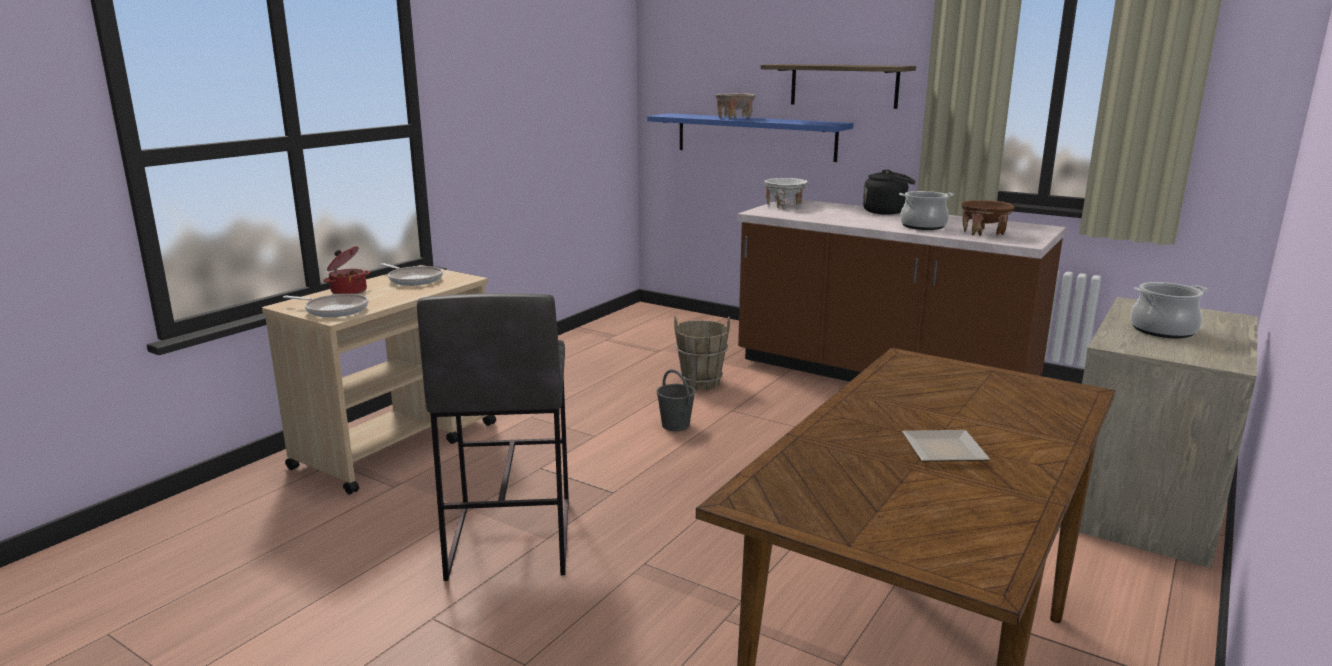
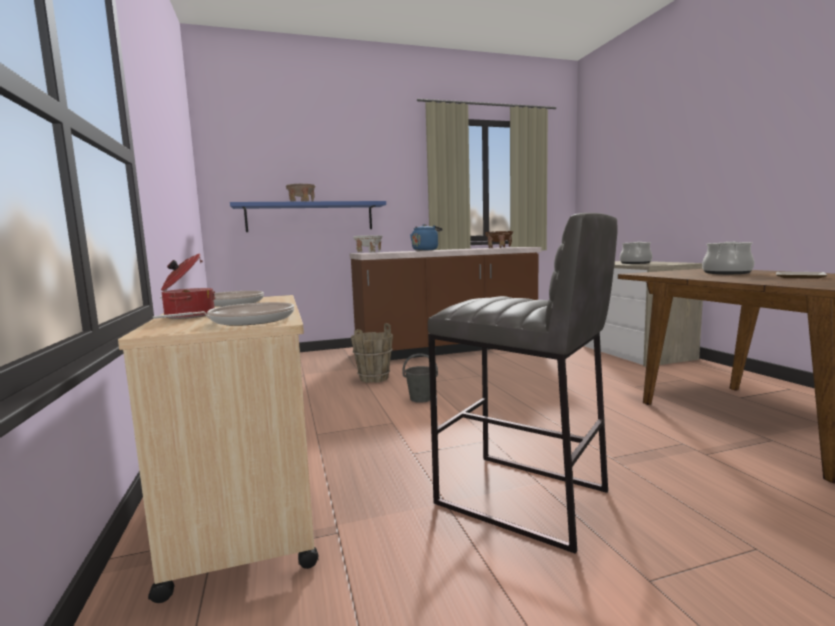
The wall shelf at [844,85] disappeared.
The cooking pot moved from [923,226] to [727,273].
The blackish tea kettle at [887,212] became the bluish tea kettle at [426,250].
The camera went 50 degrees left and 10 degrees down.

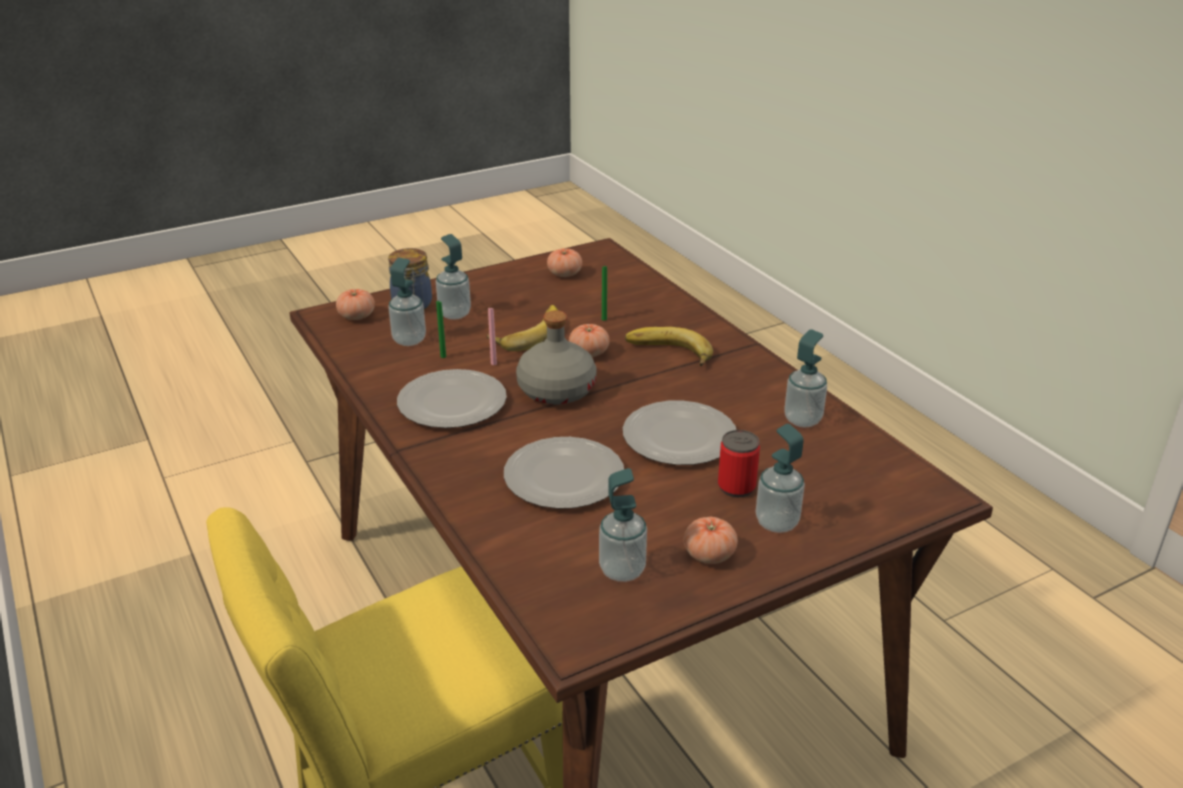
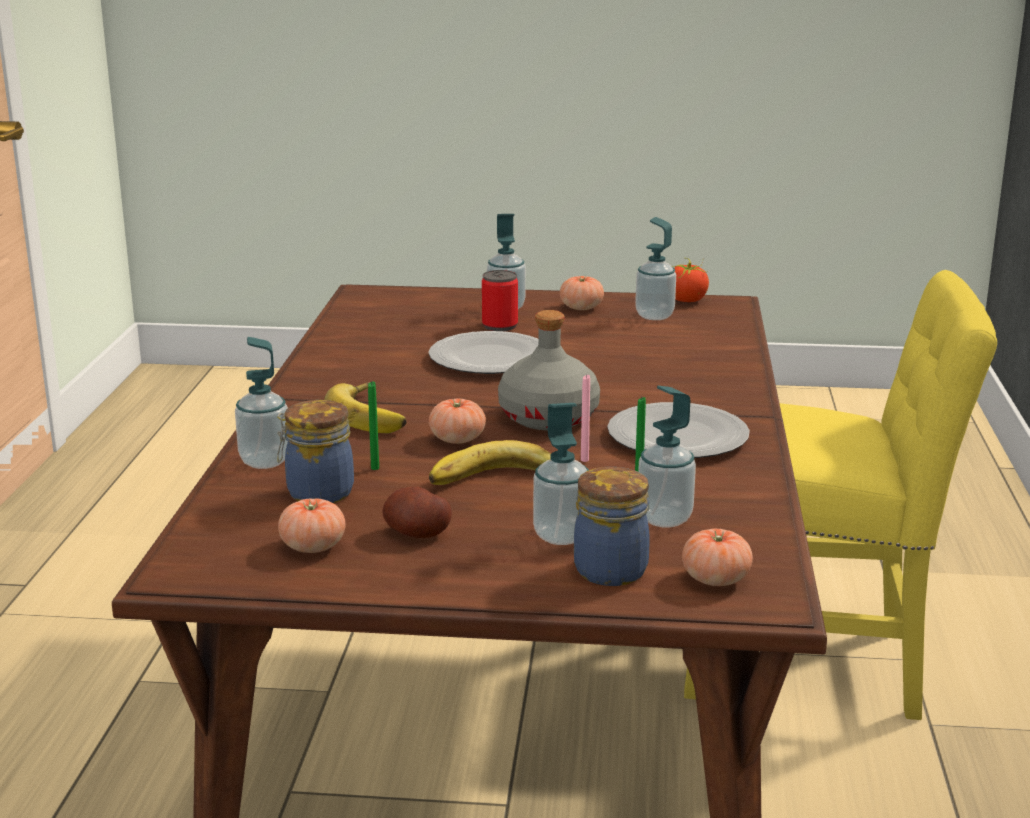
The plate at [563,476] disappeared.
The jar at [317,493] appeared.
The spud at [417,533] appeared.
The tomato at [687,300] appeared.
The soap bottle moved from [802,420] to [265,461].
The camera went 145 degrees left and 10 degrees down.

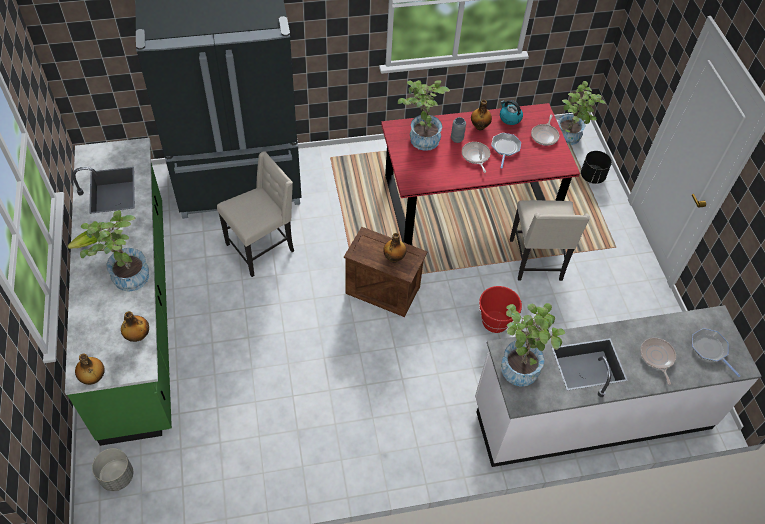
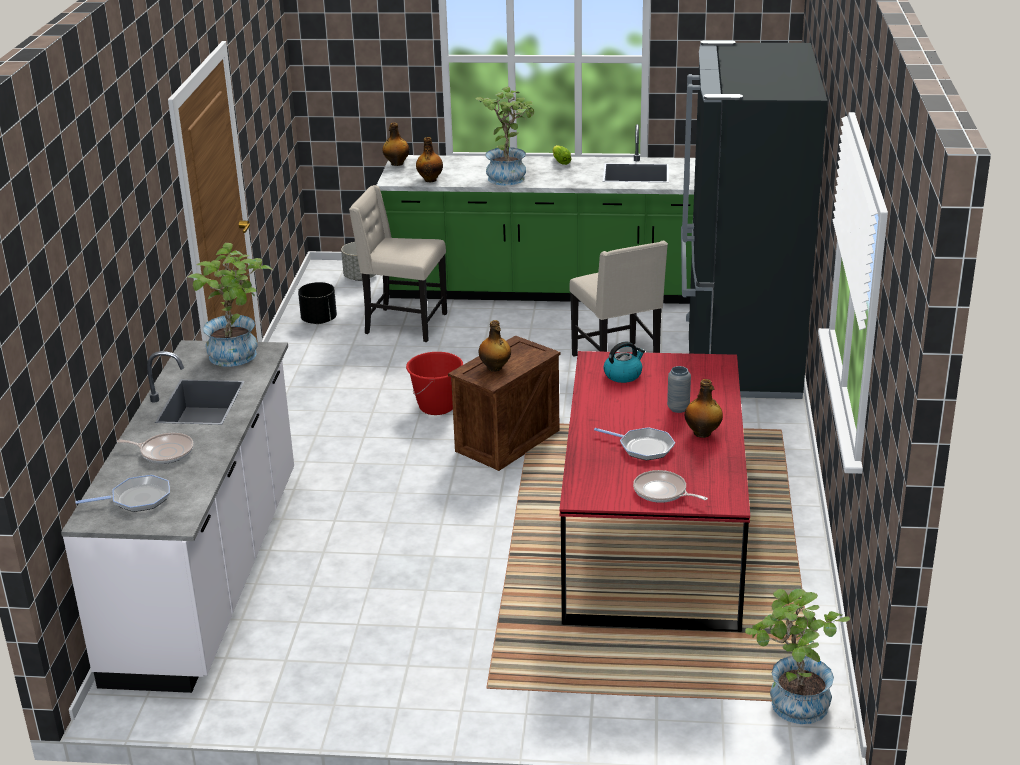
The houseplant at [420,137] disappeared.
The frying pan at [475,156] disappeared.
The reddish pail moved from [495,322] to [437,406].
The tea kettle moved from [509,118] to [623,375].
The sand-coloured upright chair moved from [537,261] to [403,324].
The blackish flower pot moved from [592,176] to [319,320].
The camera went 110 degrees right and 25 degrees down.

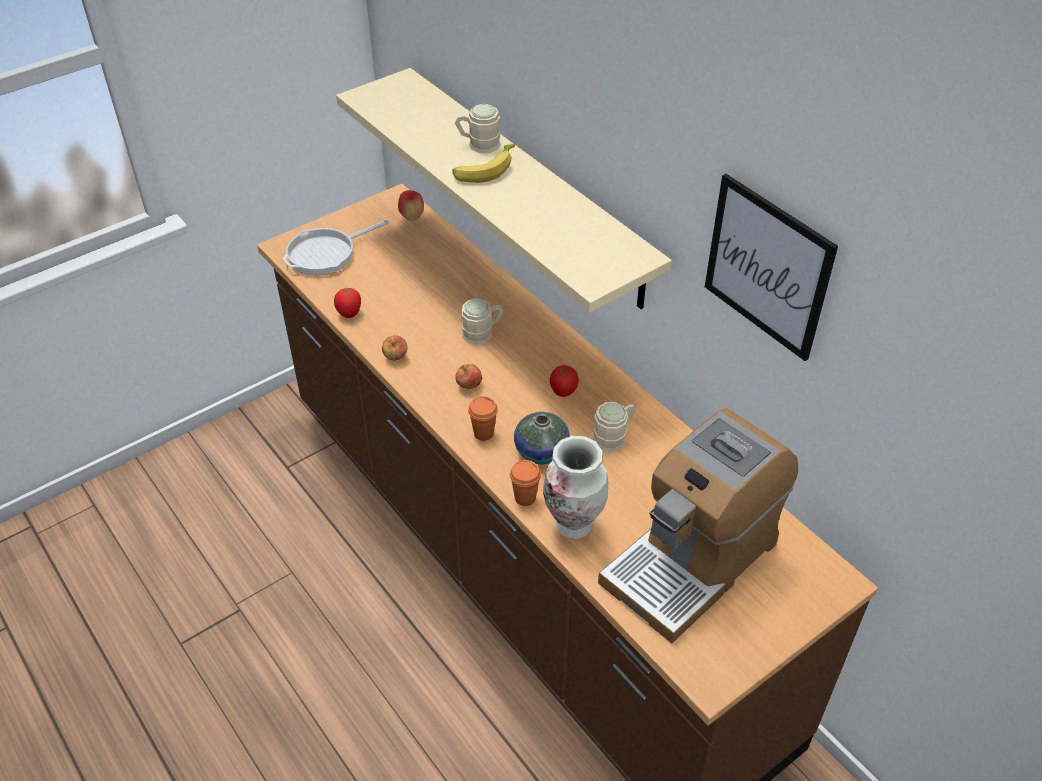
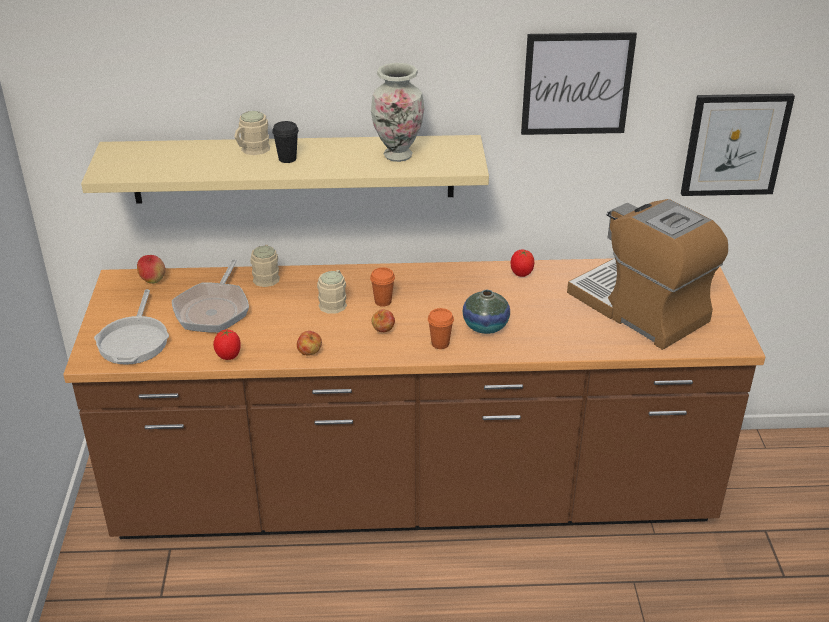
The frying pan at [214,309] appeared.
The wall picture at [735,144] appeared.
The orange drinking cup moved from [525,498] to [383,301].
The flower vase moved from [574,526] to [398,155].
The tomato moved from [563,392] to [521,274].
The sand-coloured tea mug moved from [614,436] to [266,276].
The banana at [484,170] was replaced by the blackish drinking cup at [287,159].
The coffee maker at [691,561] turned 150 degrees clockwise.
The camera went 55 degrees left and 10 degrees down.

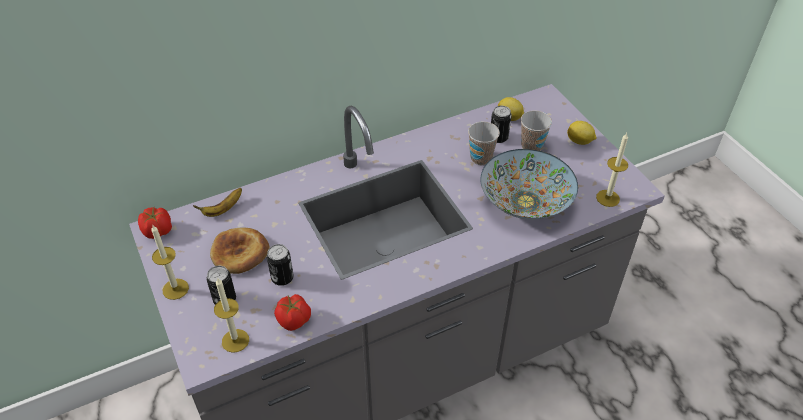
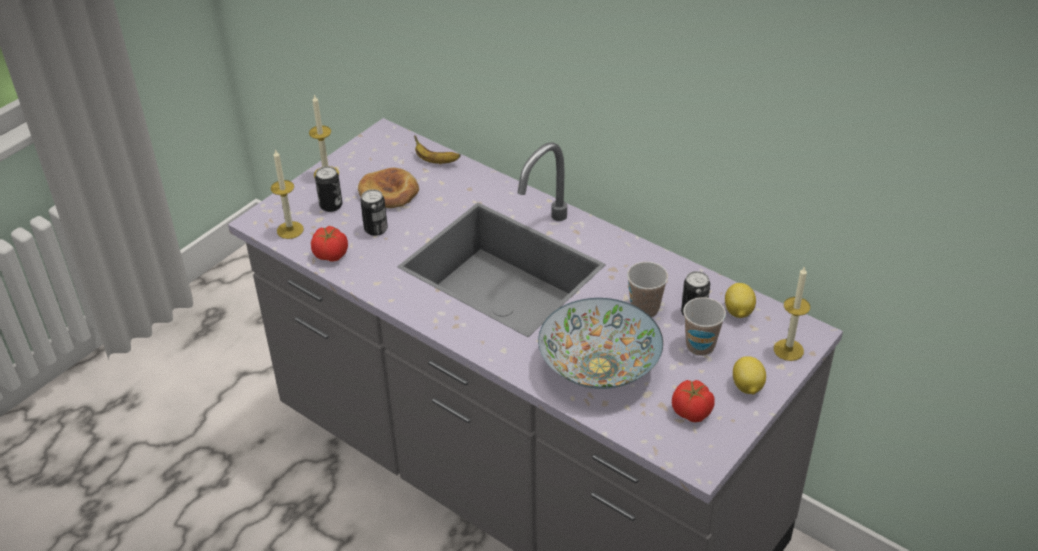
The tomato moved from [158,231] to [691,413].
The wax light moved from [608,198] to [788,350].
The camera went 65 degrees right and 5 degrees down.

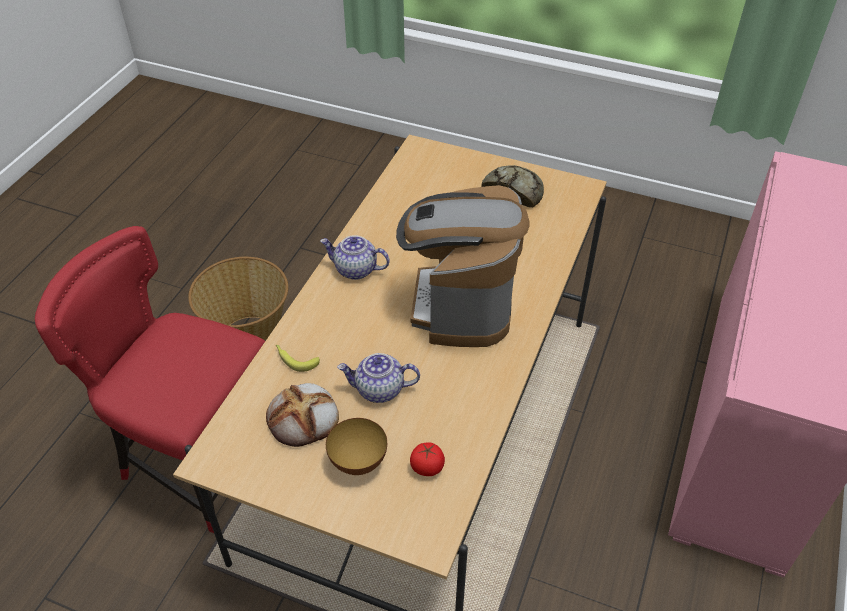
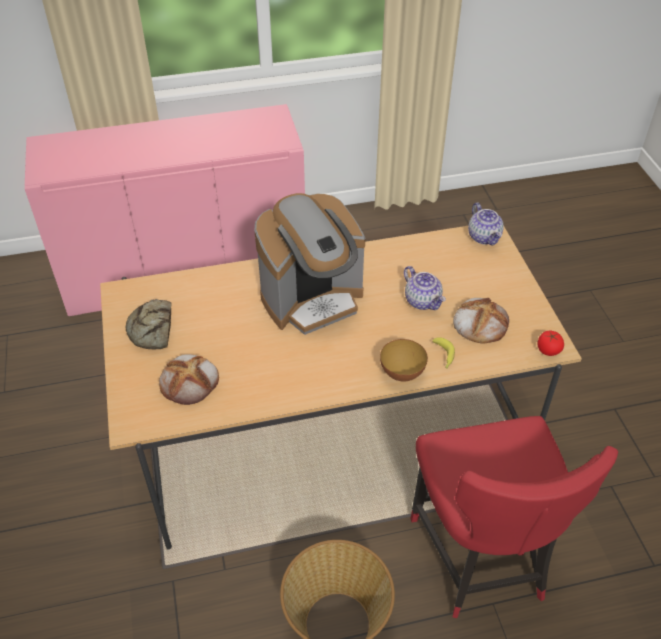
The bakery bread at [190,382] appeared.
The teapot moved from [355,270] to [484,237].
The bowl moved from [358,462] to [402,373].
The tomato moved from [427,467] to [548,350].
The camera went 125 degrees left and 0 degrees up.

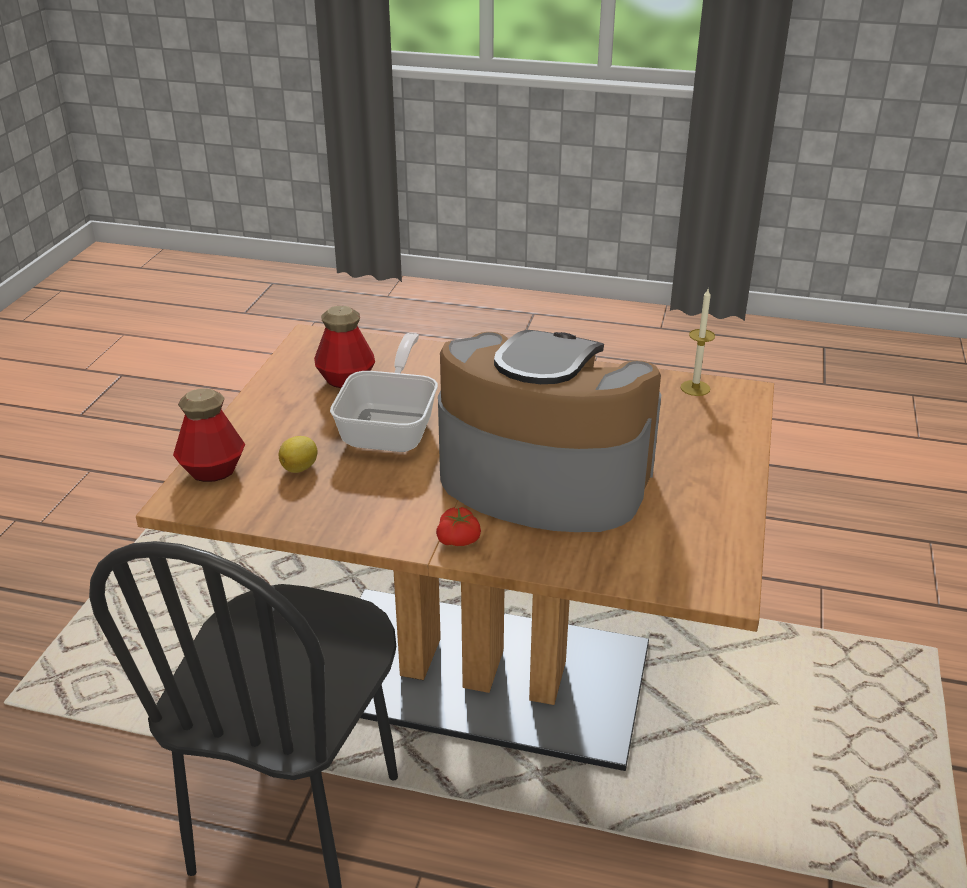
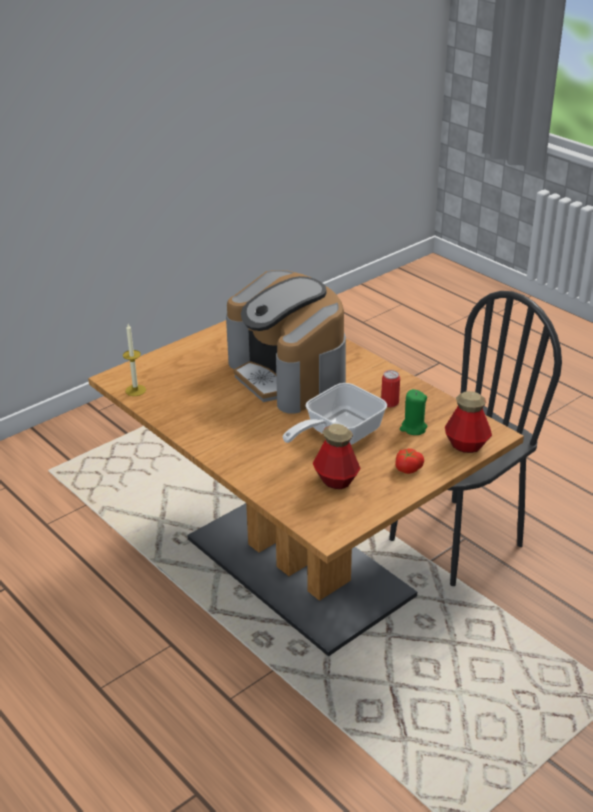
The sealed can at [389,402] appeared.
The tomato moved from [459,540] to [407,468].
The whole lemon at [300,468] was replaced by the greenish wax light at [413,428].
The camera went 145 degrees left and 0 degrees up.

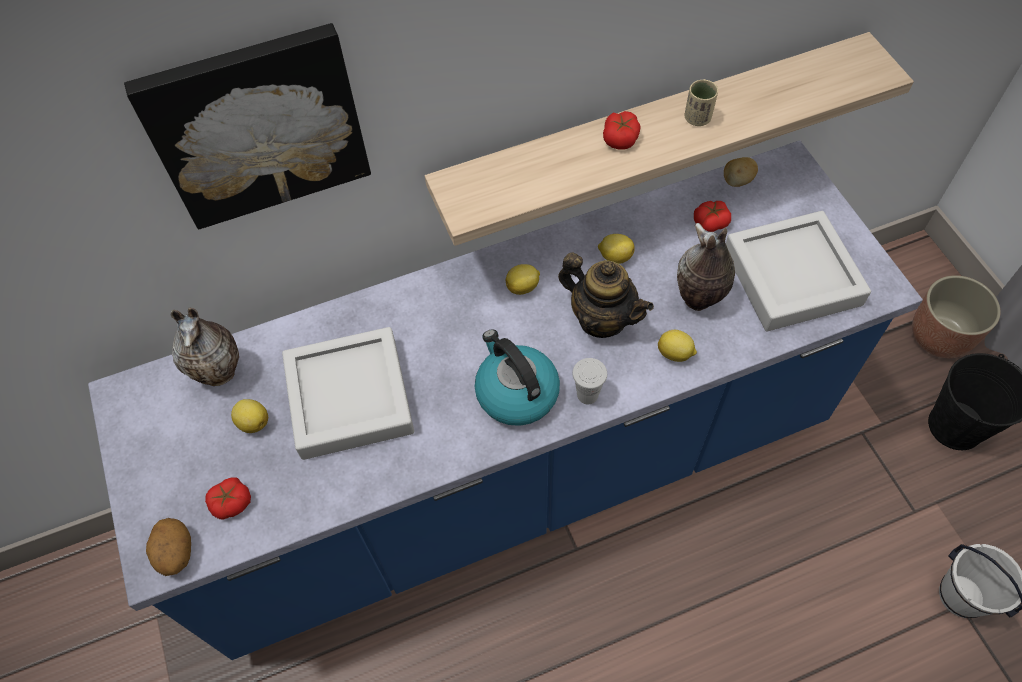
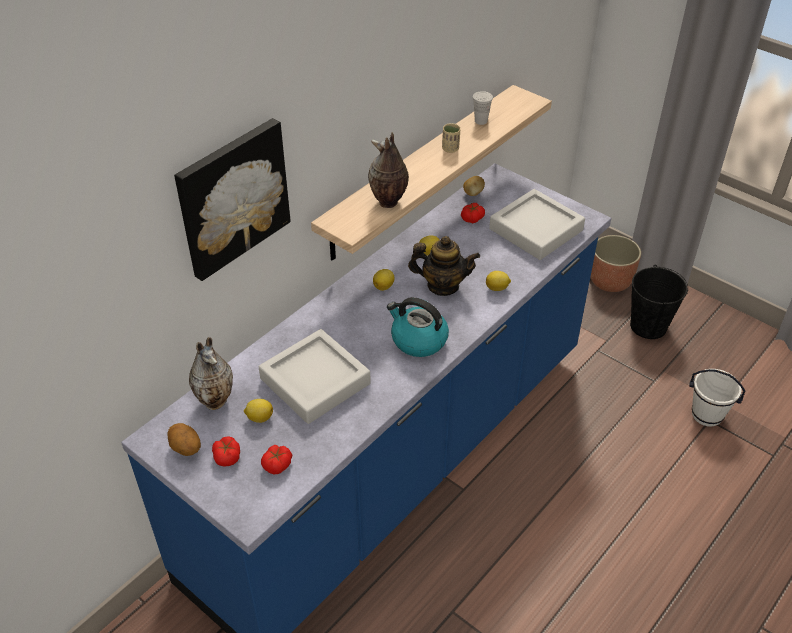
The spud moved from [176,553] to [185,449].
The white drinking cup moved from [587,395] to [481,121].
The tomato moved from [620,138] to [227,456].
The flower vase moved from [697,300] to [388,202].
The camera went 30 degrees left and 15 degrees down.

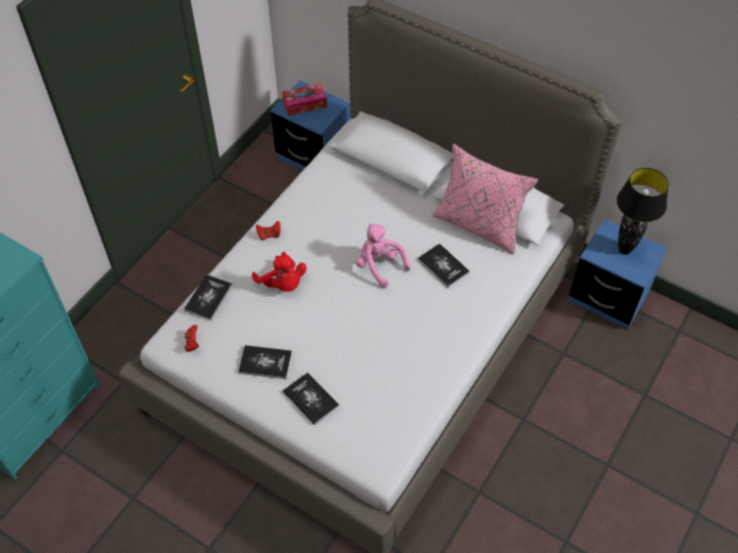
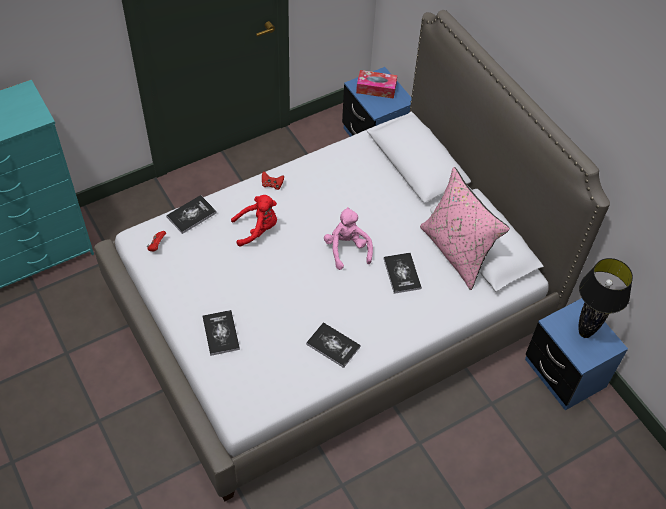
The book moved from [265,362] to [333,345].
The reddish plush toy at [282,284] turned 90 degrees counterclockwise.
The camera went 25 degrees right and 0 degrees up.

